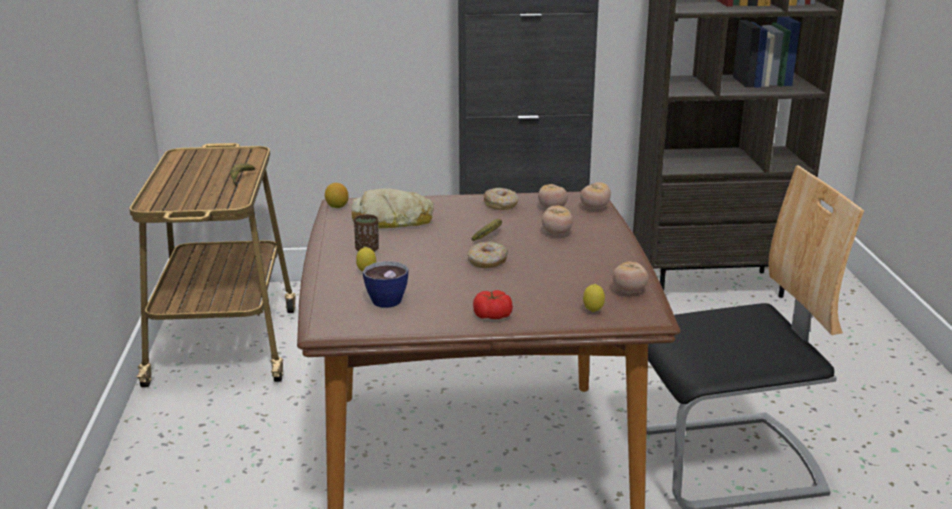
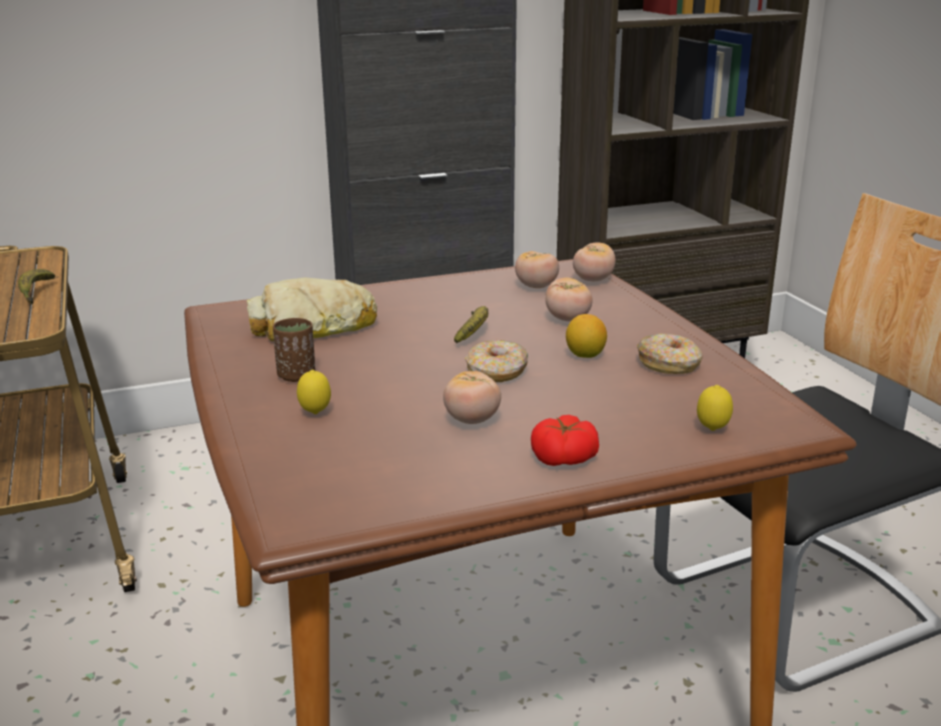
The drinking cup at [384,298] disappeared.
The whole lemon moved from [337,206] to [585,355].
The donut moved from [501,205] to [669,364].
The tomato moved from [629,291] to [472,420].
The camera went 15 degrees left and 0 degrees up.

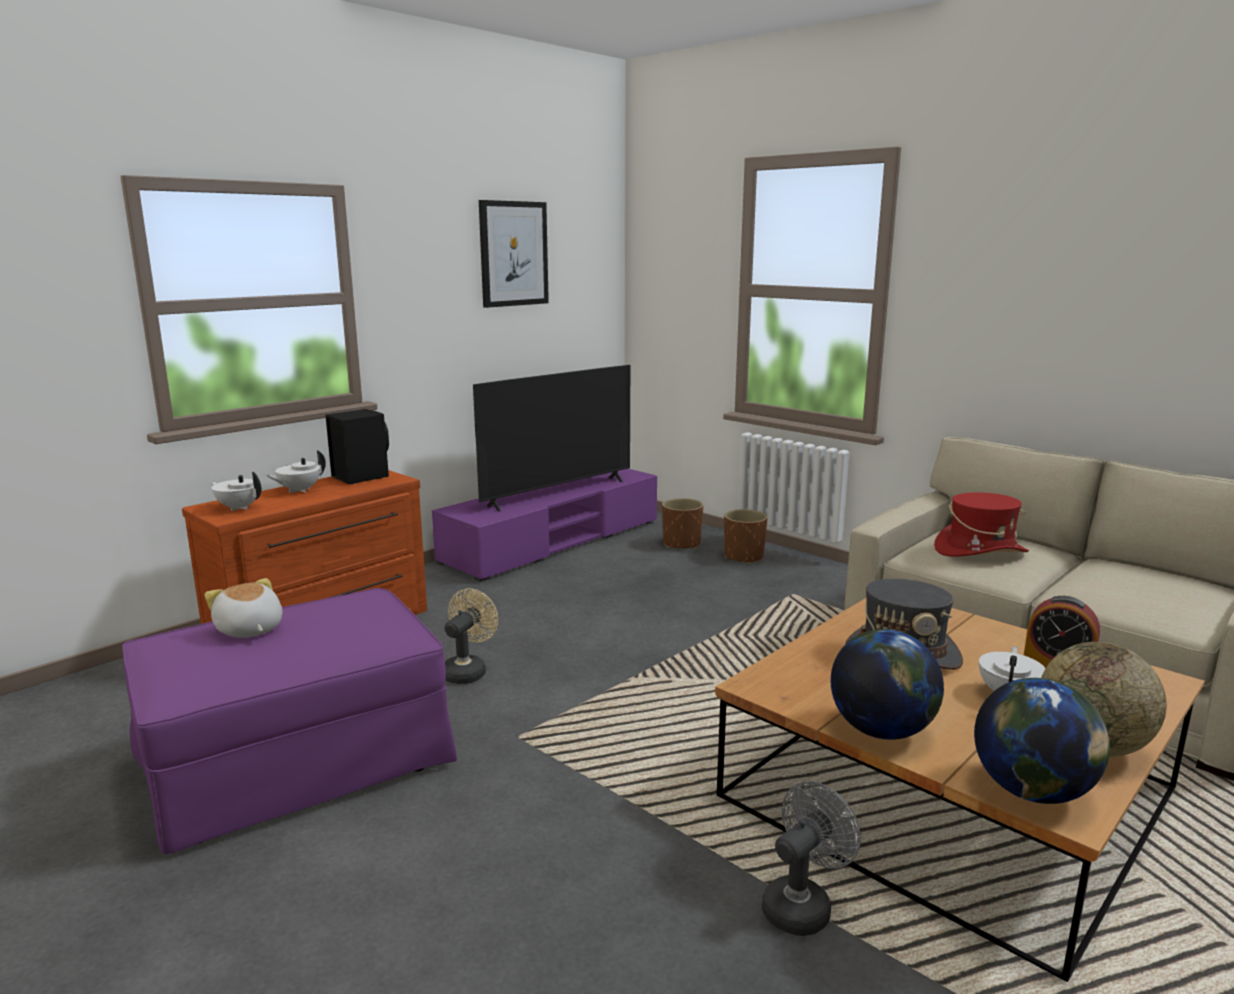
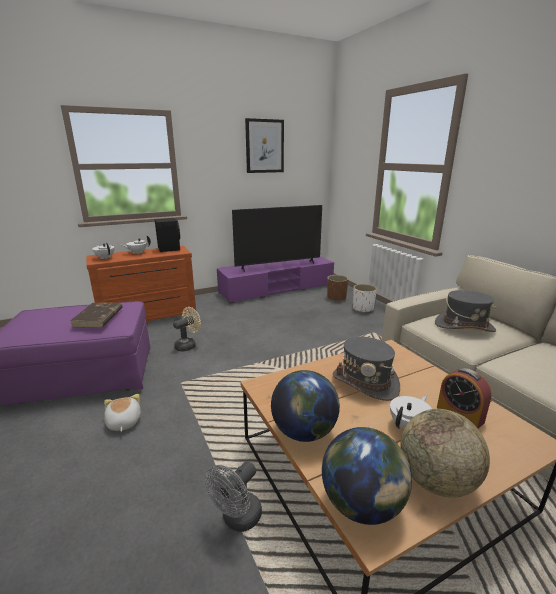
The brown-coloured book at [98,318] appeared.
The plush toy moved from [249,630] to [123,422].
The brown-coloured flower pot at [744,557] became the white flower pot at [363,309].
The reddish wearable hat at [980,551] became the gray wearable hat at [464,326].
The gray fan at [802,905] turned 150 degrees clockwise.
The camera went 20 degrees right and 5 degrees up.

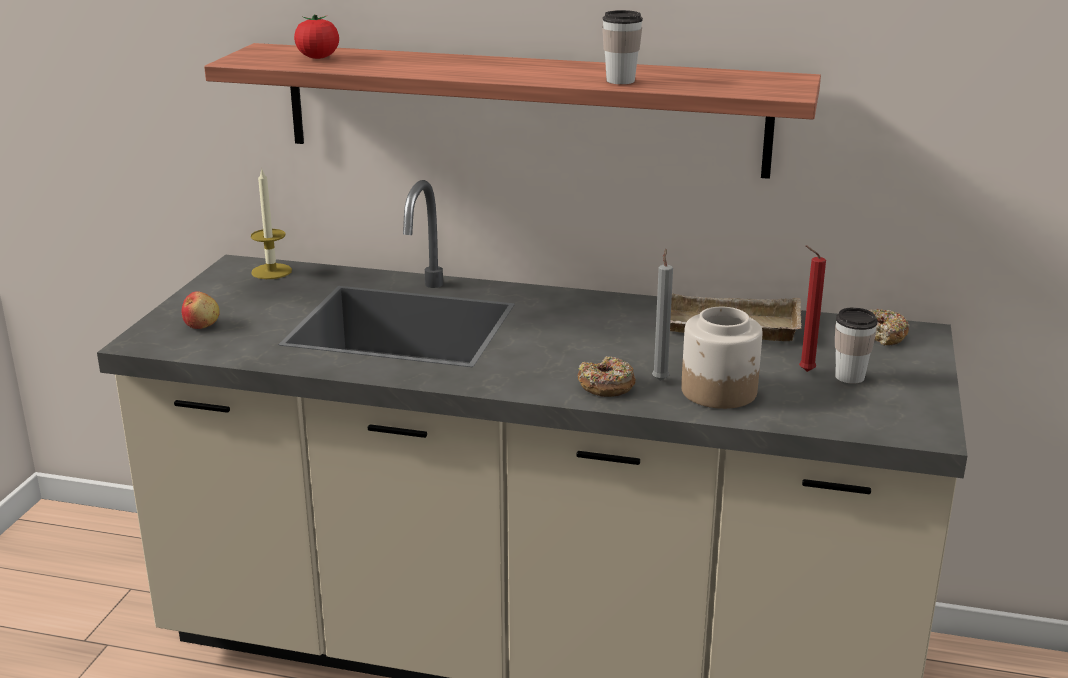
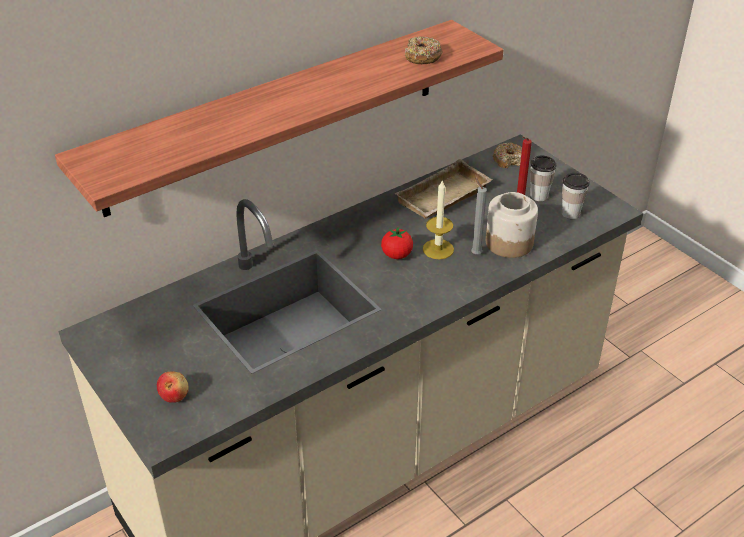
The wax light moved from [271,271] to [438,249].
The tomato moved from [318,58] to [396,255].
The donut moved from [606,386] to [422,57].
The drinking cup moved from [620,81] to [570,213].
The camera went 50 degrees left and 15 degrees up.

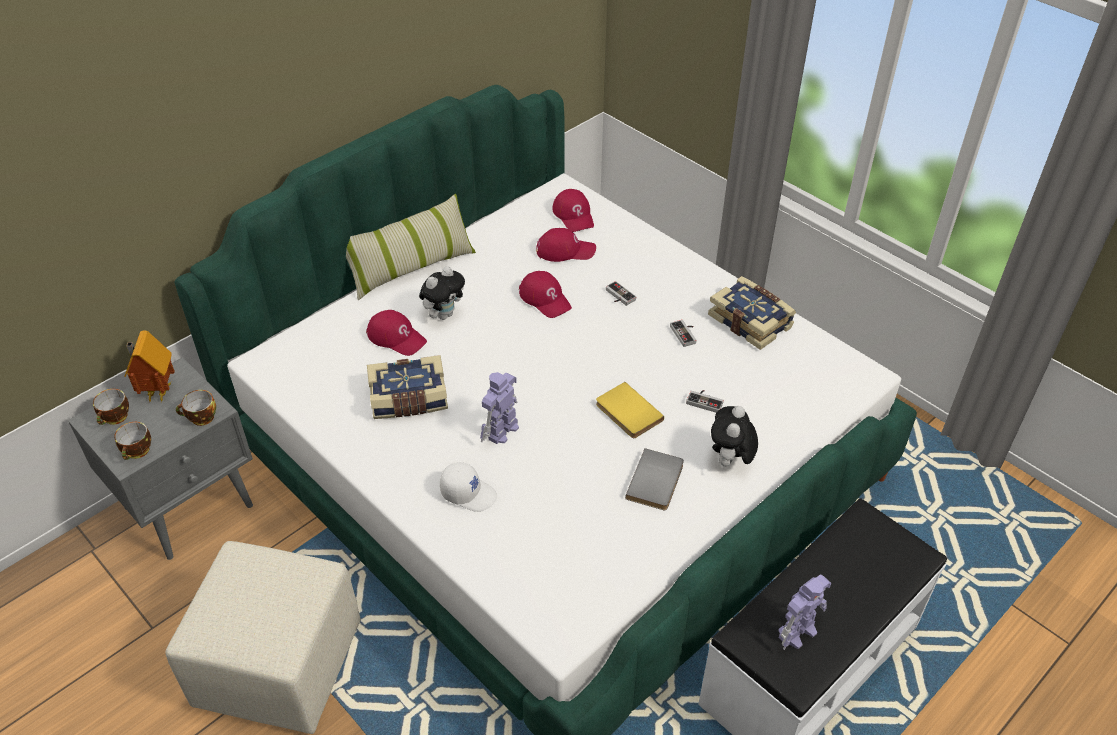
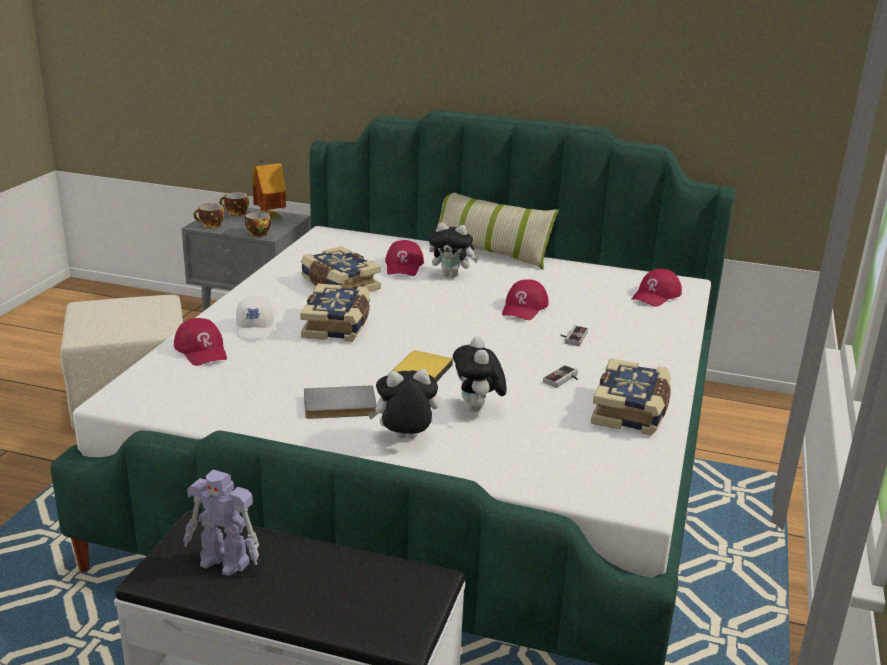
The reddish peaked cap moved from [565,250] to [202,350].
The model robot at [501,431] was replaced by the book at [338,326].
The game controller at [705,401] was replaced by the plush toy at [478,409].
The camera went 60 degrees right and 20 degrees down.

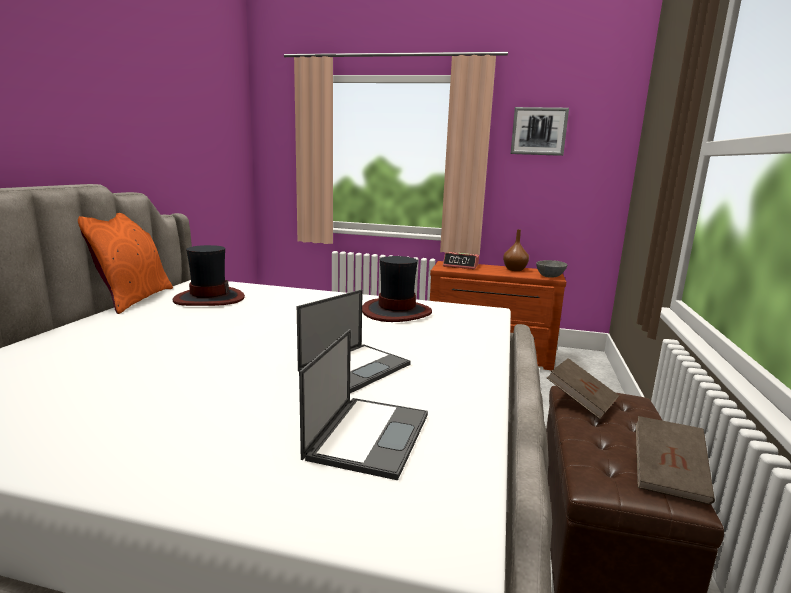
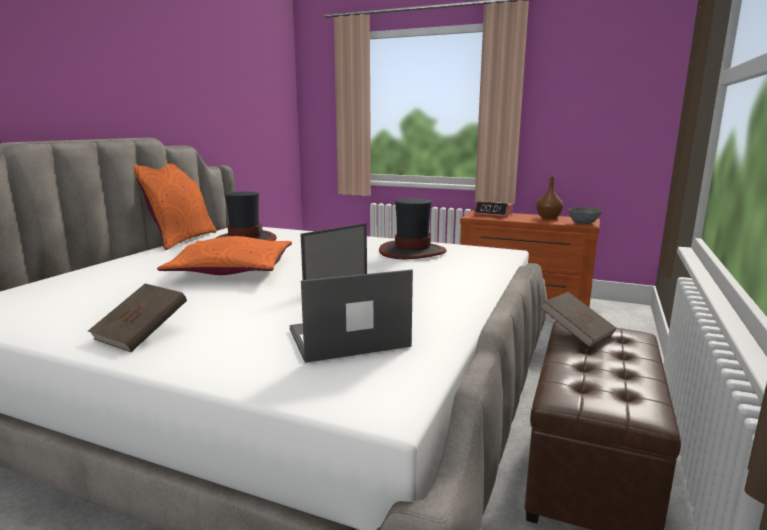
The wall picture at [538,131] disappeared.
The orange pillow at [232,270] appeared.
The brown-coloured book moved from [668,476] to [141,334].
The laptop at [369,434] turned 135 degrees counterclockwise.
The camera went 10 degrees right and 0 degrees up.

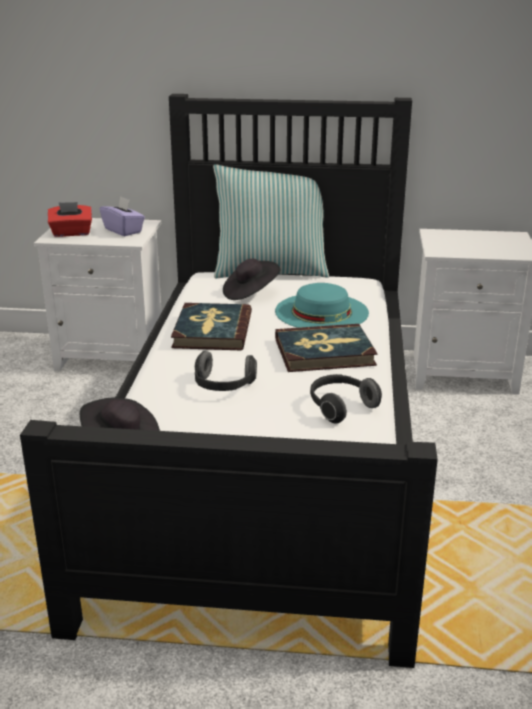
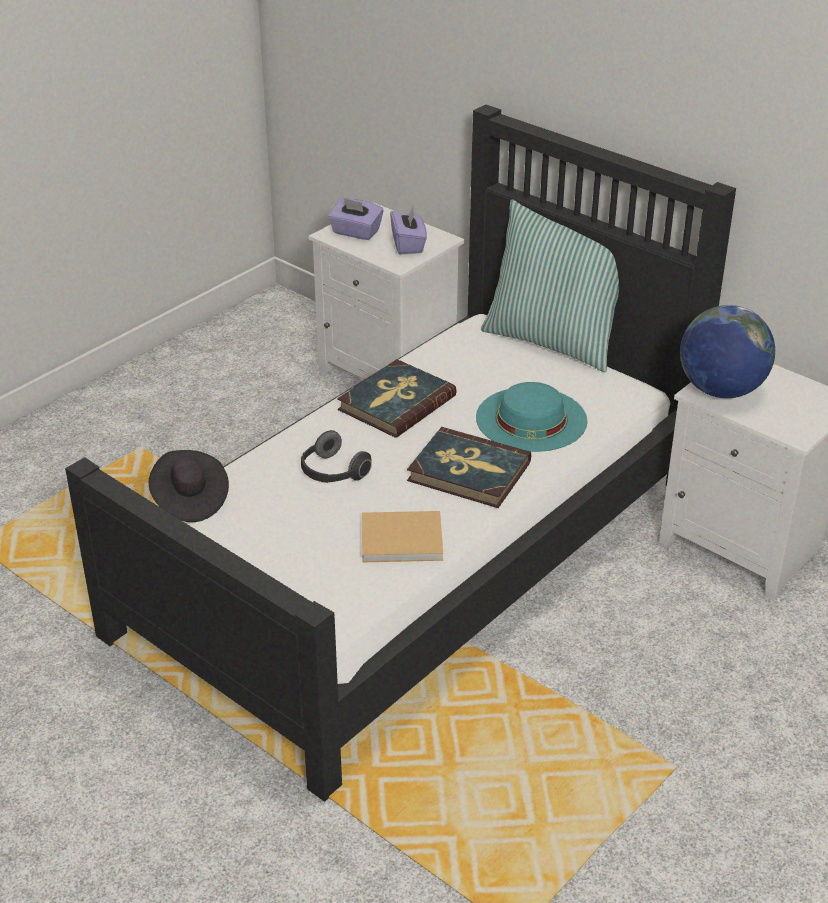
The blackish wearable hat at [250,293] disappeared.
The desk globe at [721,390] appeared.
The headset at [340,407] was replaced by the sand-coloured book at [404,539].
The reddish tissue box at [71,233] became the purple tissue box at [355,232].
The camera went 35 degrees right and 10 degrees up.

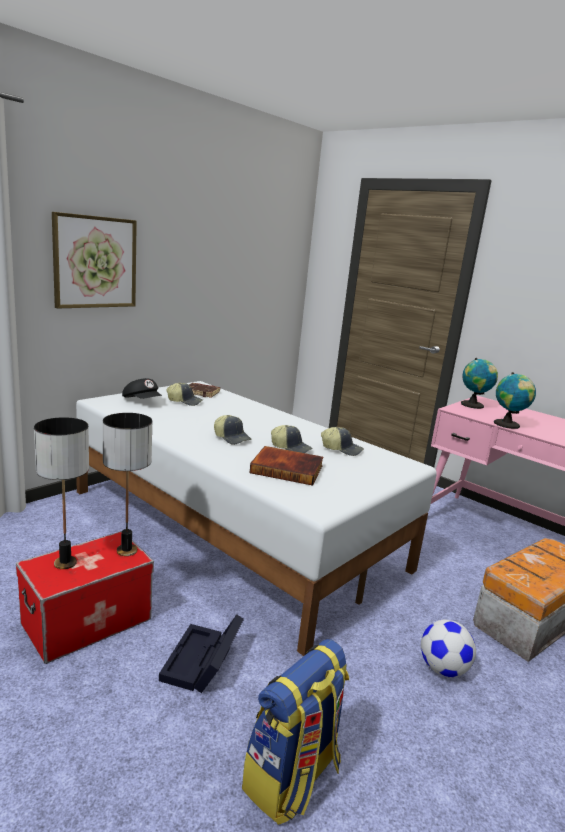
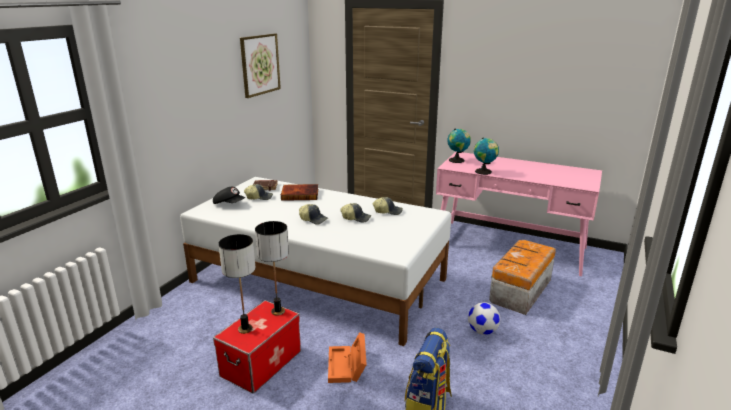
The wall picture moved from [95,262] to [260,64].
The book moved from [287,469] to [300,194].
The blackish storage container at [201,663] became the orange storage container at [347,366].
The camera went 15 degrees left and 5 degrees up.

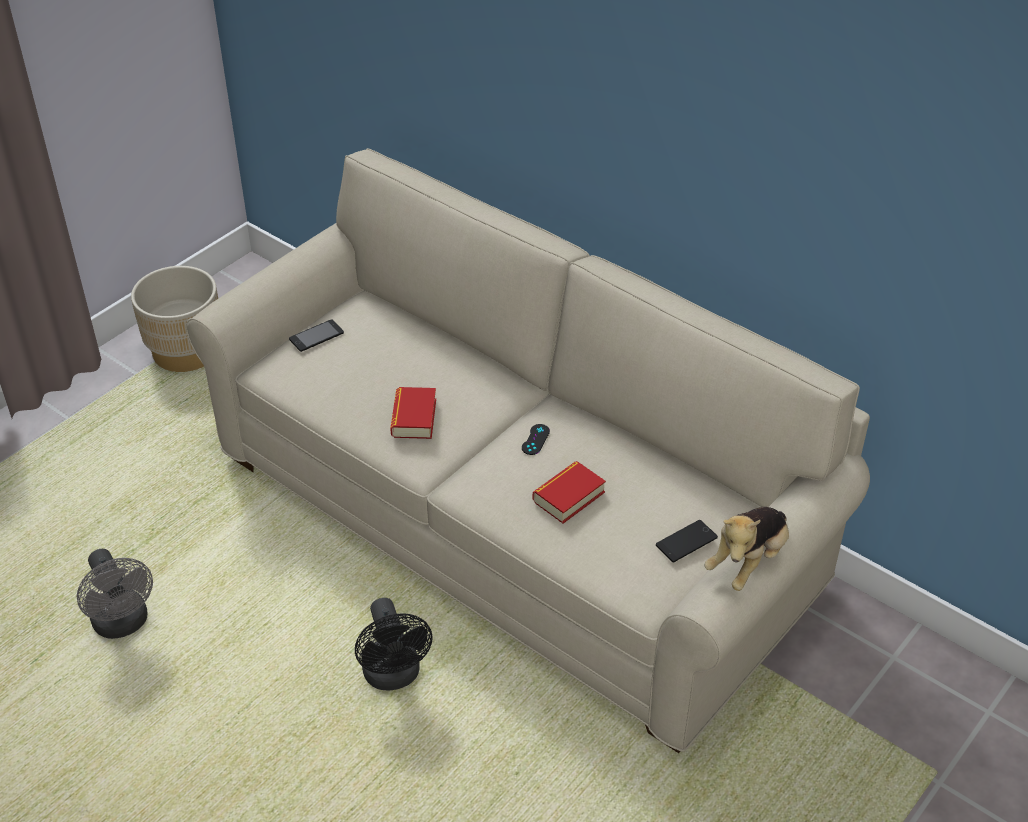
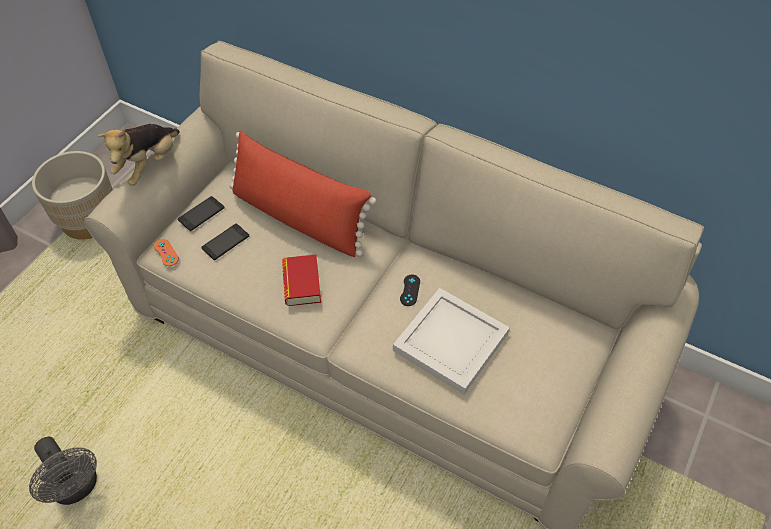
The blackish fan at [394,676] disappeared.
The orange game controller at [166,252] appeared.
The reddish pillow at [298,217] appeared.
The handset moved from [686,541] to [225,242].
The plush toy moved from [748,561] to [149,165].
The book at [568,496] was replaced by the white carrying tray at [451,343].
The camera went 10 degrees left and 10 degrees up.

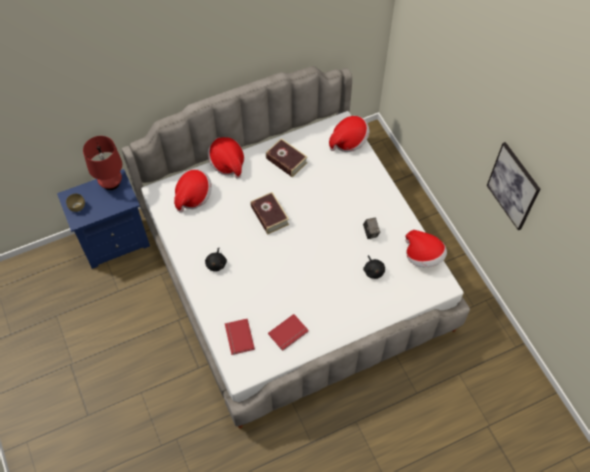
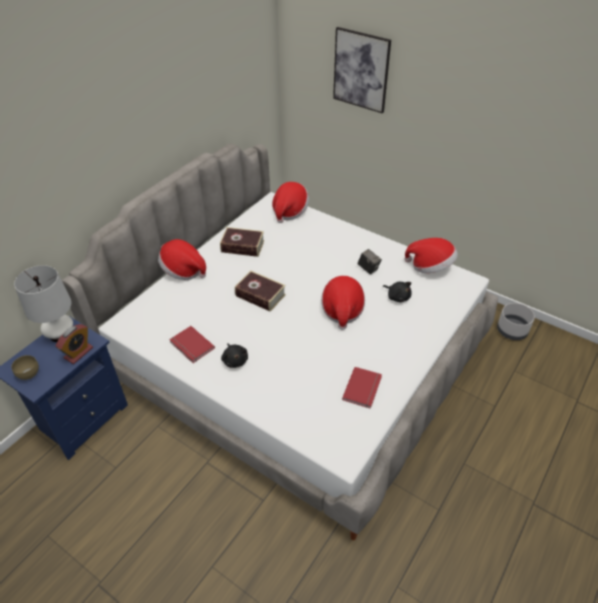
The alarm clock at [78,353] appeared.
The gray flower pot at [511,331] appeared.
The wearable hat moved from [193,196] to [342,310].
The reddish book moved from [238,337] to [191,346].
The wall picture moved from [513,186] to [361,70].
The reddish table lamp at [111,183] became the white table lamp at [60,334].
The camera went 30 degrees left and 15 degrees down.

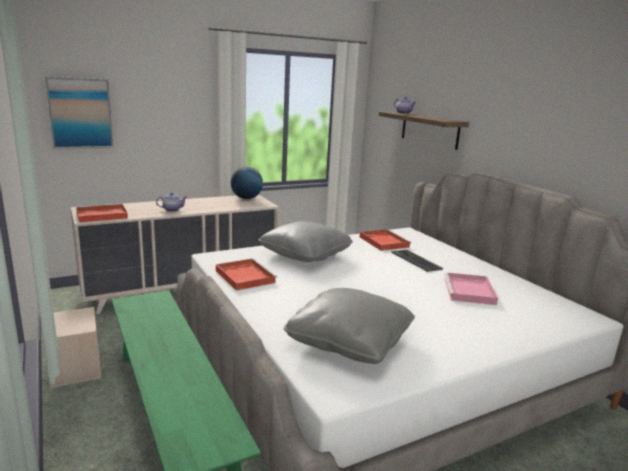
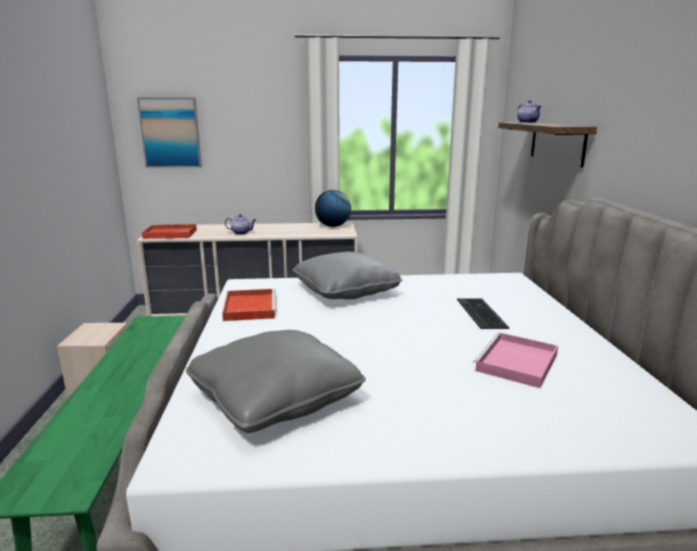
The reddish carrying tray at [383,241] disappeared.
The camera went 25 degrees right and 0 degrees up.

